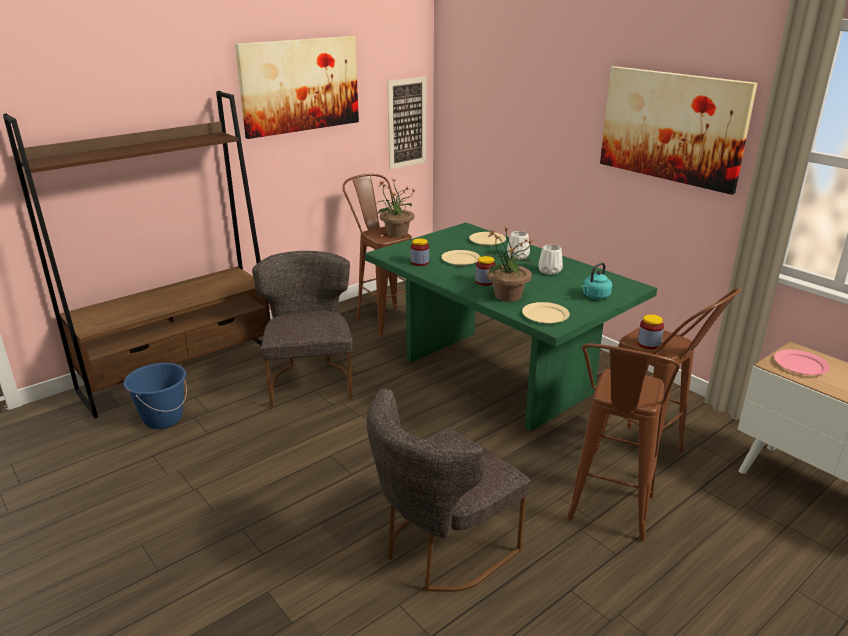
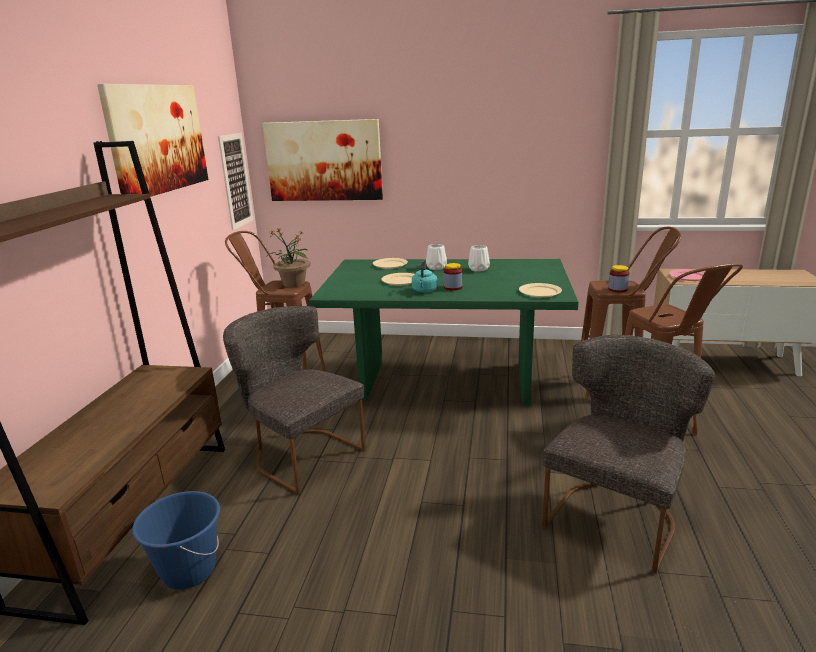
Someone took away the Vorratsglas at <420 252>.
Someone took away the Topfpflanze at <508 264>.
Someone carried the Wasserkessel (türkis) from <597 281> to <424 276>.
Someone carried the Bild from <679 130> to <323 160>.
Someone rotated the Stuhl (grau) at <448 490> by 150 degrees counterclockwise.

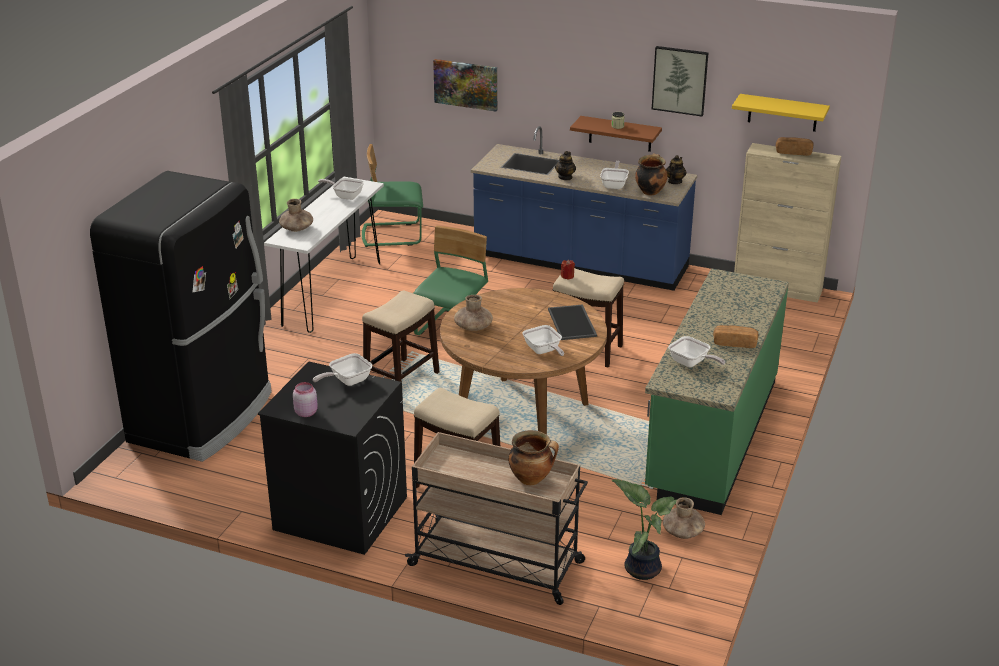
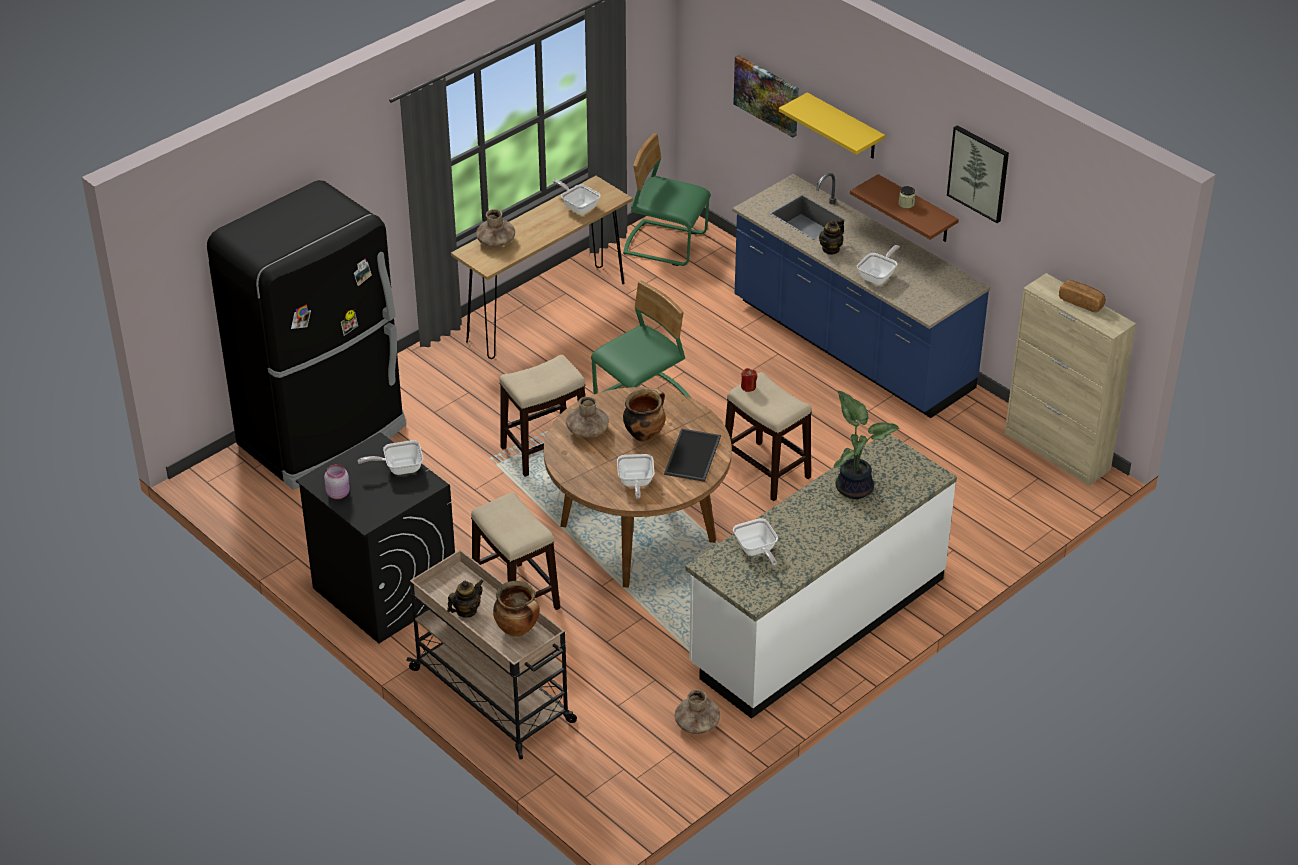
Someone took away the Brot at <735 336>.
Someone carried the Topfpflanze from <644 529> to <866 445>.
Someone carried the Kochtopf from <651 174> to <644 415>.
Someone carried the Teekanne from <676 169> to <465 599>.
Someone carried the Wandregal (gelb) from <781 113> to <832 126>.
Someone repainted the Konsolentisch (weiß) at <324 255>, which became the Konsolentisch (braun) at <542 267>.
Someone repainted the Küchenzeile (grün) at <717 391>, which became the Küchenzeile (weiß) at <821 576>.

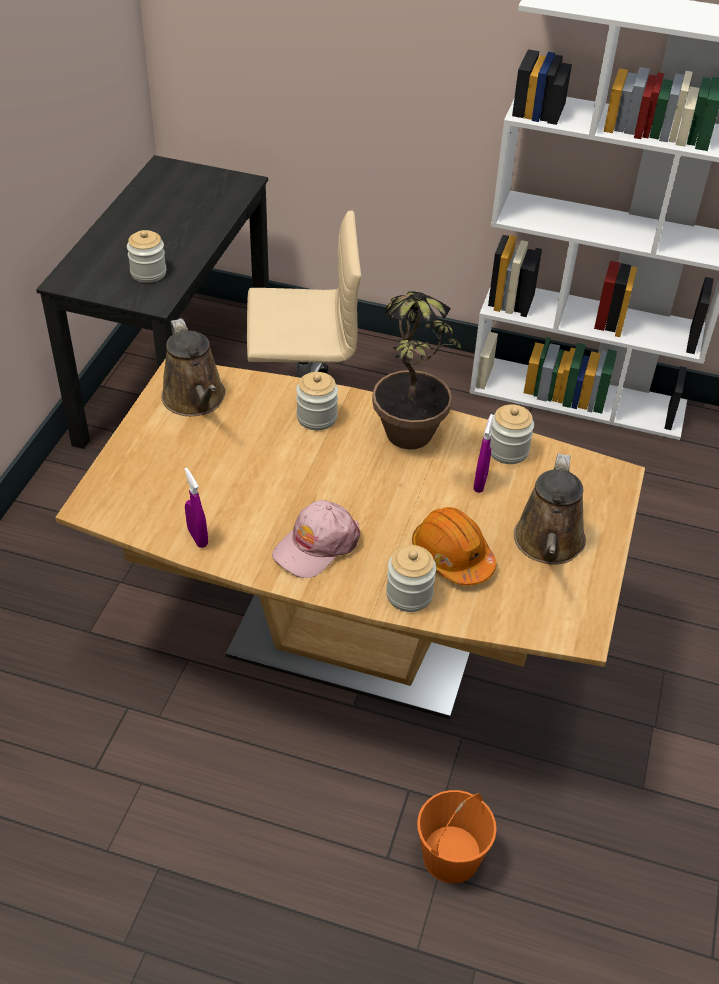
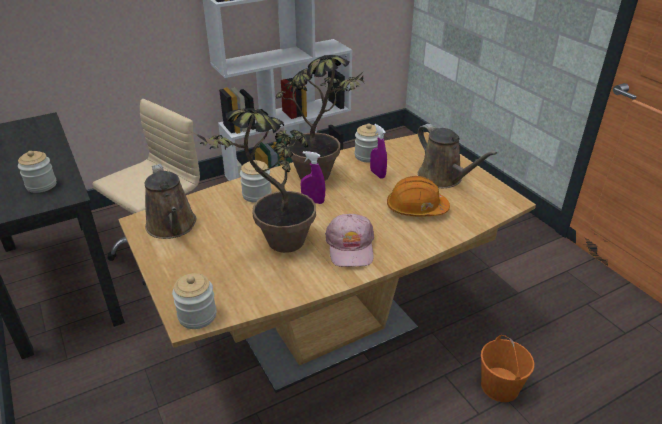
Someone put down the Topfpflanze at <253 180>.
Someone carried the Sprühflasche (lila) from <196 508> to <313 177>.
Someone carried the Vorratsglas from <411 578> to <194 301>.
Someone rotated the Gießkanne (braun) at <193 367> by 45 degrees clockwise.

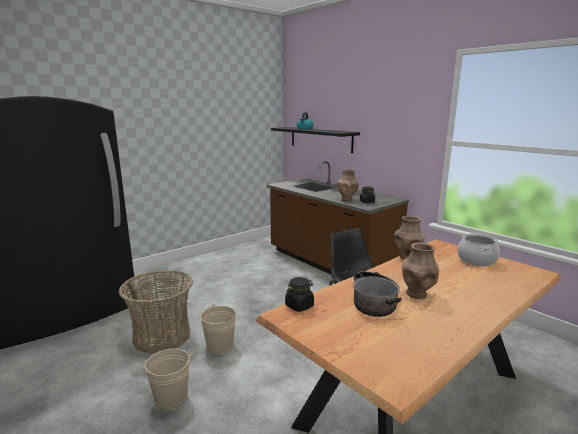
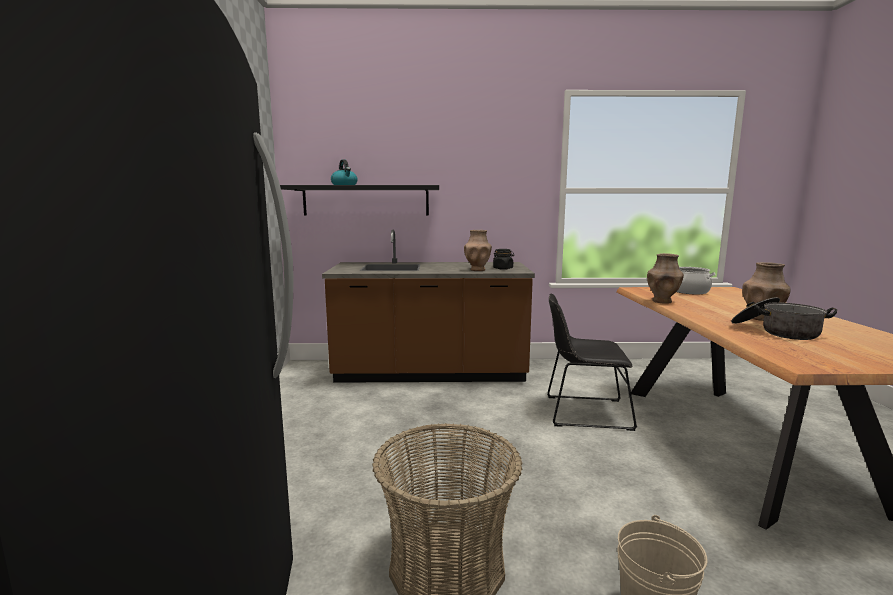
Someone took away the Eimer (beige) at <218 329>.
Someone took away the Vorratsglas (schwarz) at <299 294>.

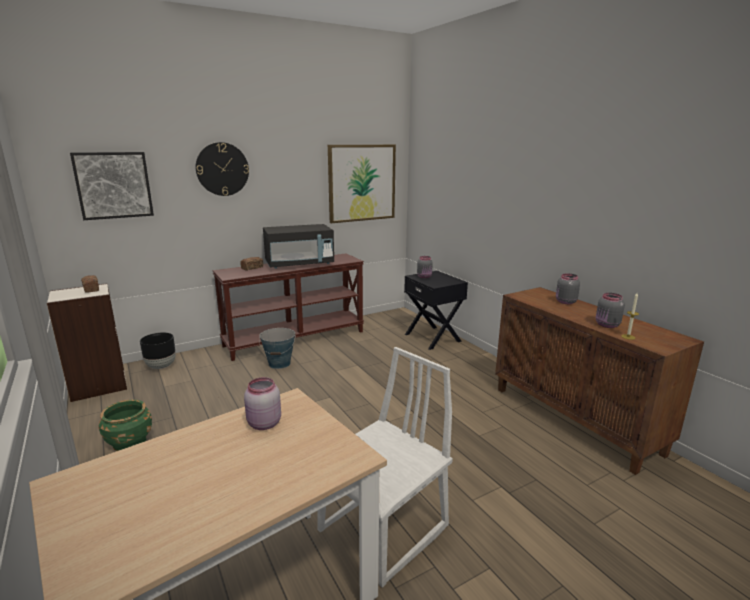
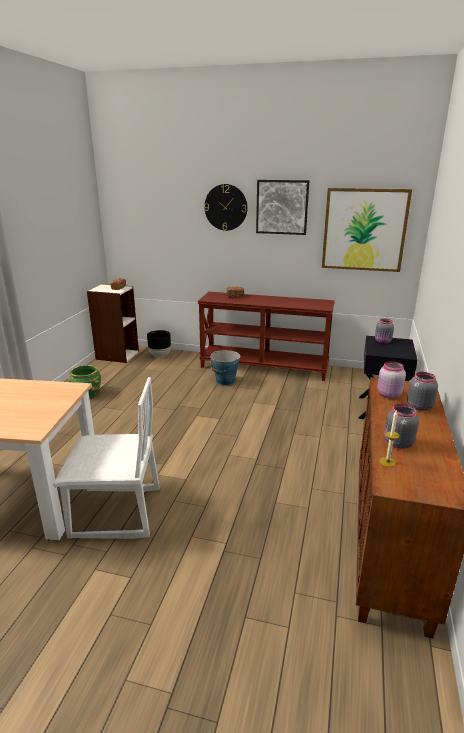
Someone took away the Mikrowelle (schwarz) at <298 246>.
Someone carried the Bild from <112 186> to <282 207>.
Someone carried the Vorratsglas (rosa) from <262 403> to <391 380>.

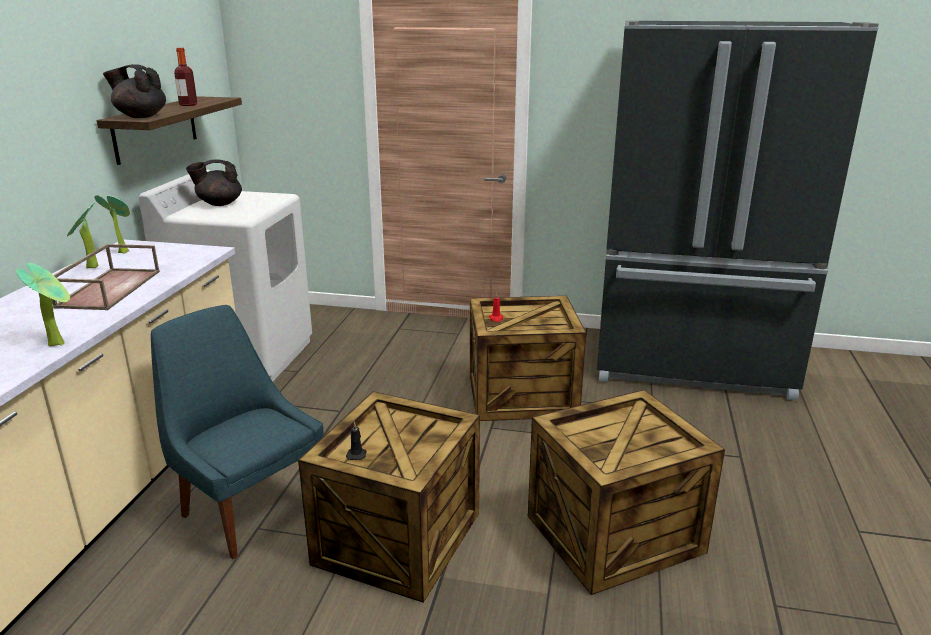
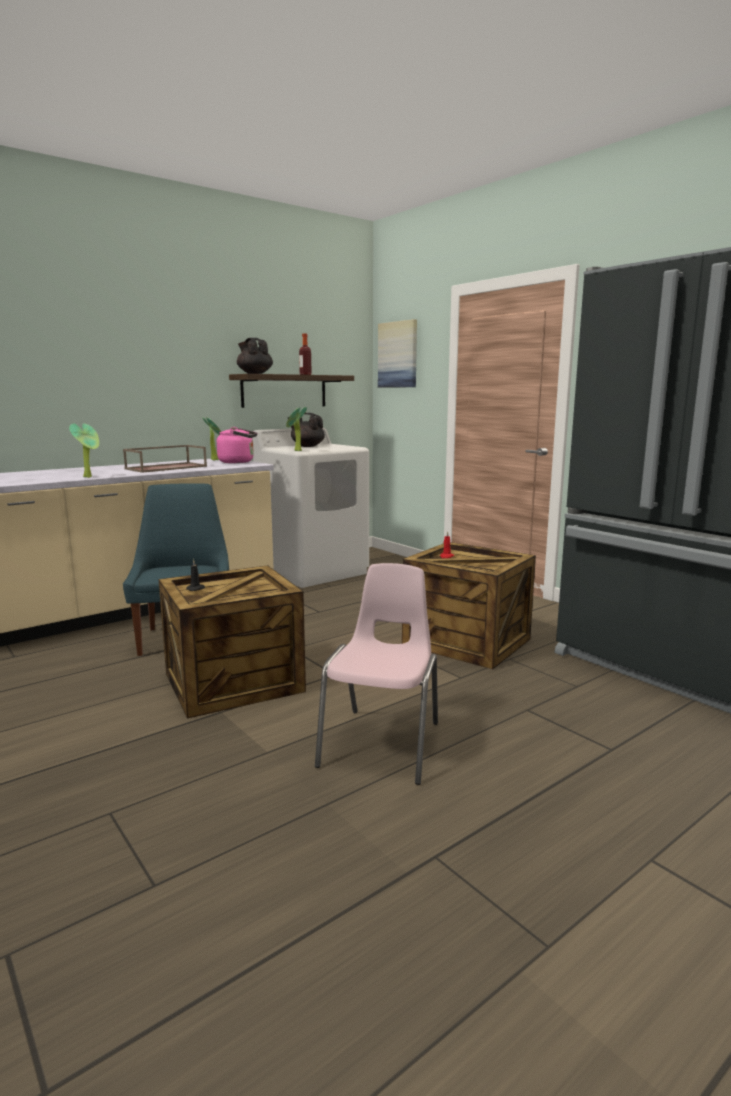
Someone put down the Wasserkessel (rosa) at <237 445>.
Someone put up the Bild at <397 353>.
Someone carried the Topfpflanze from <83 235> to <296 429>.
Someone swapped the Kiste at <626 492> for the Stuhl (rosa) at <376 674>.

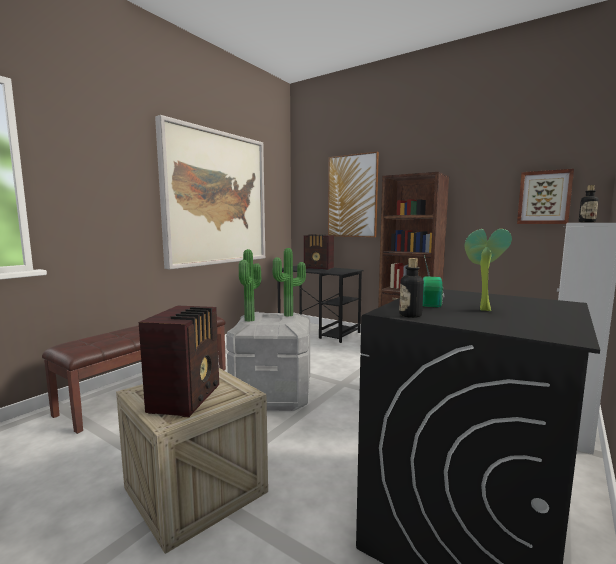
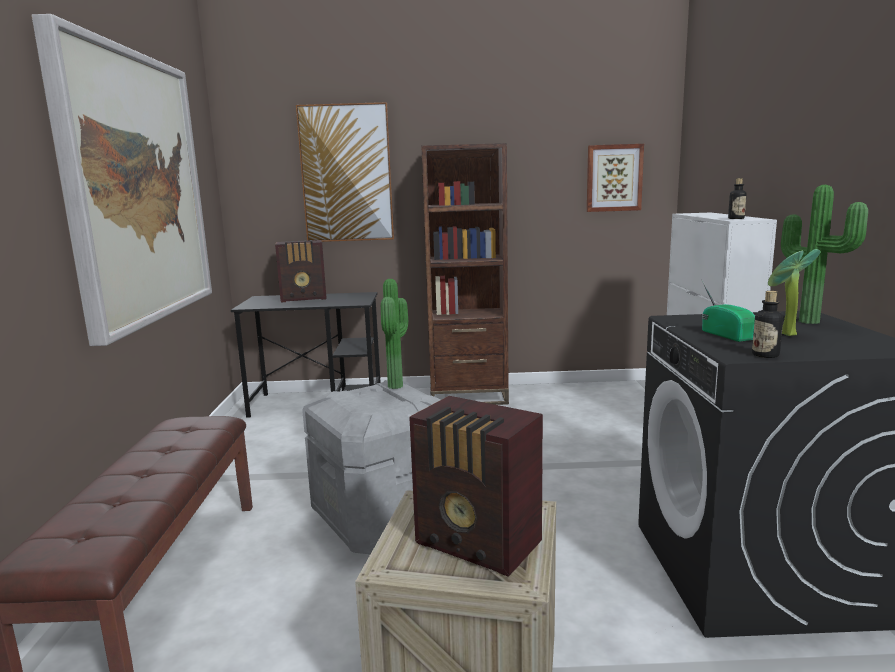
Someone carried the Topfpflanze from <250 285> to <824 254>.
Someone rotated the Radio at <179 361> by 150 degrees clockwise.

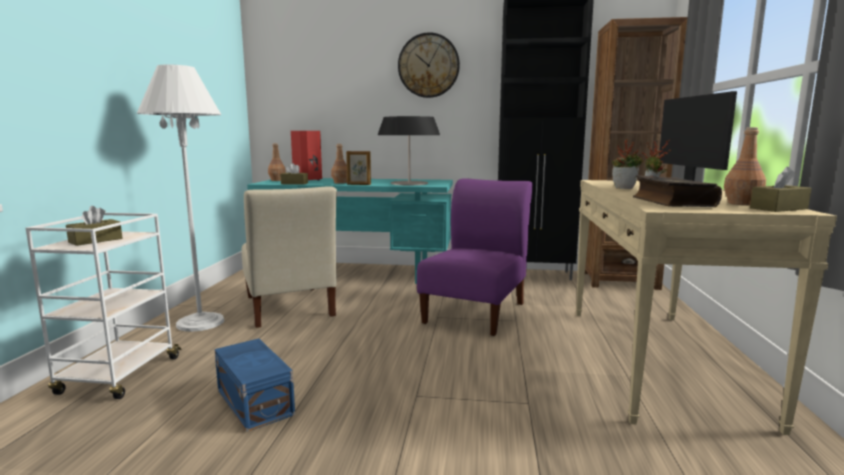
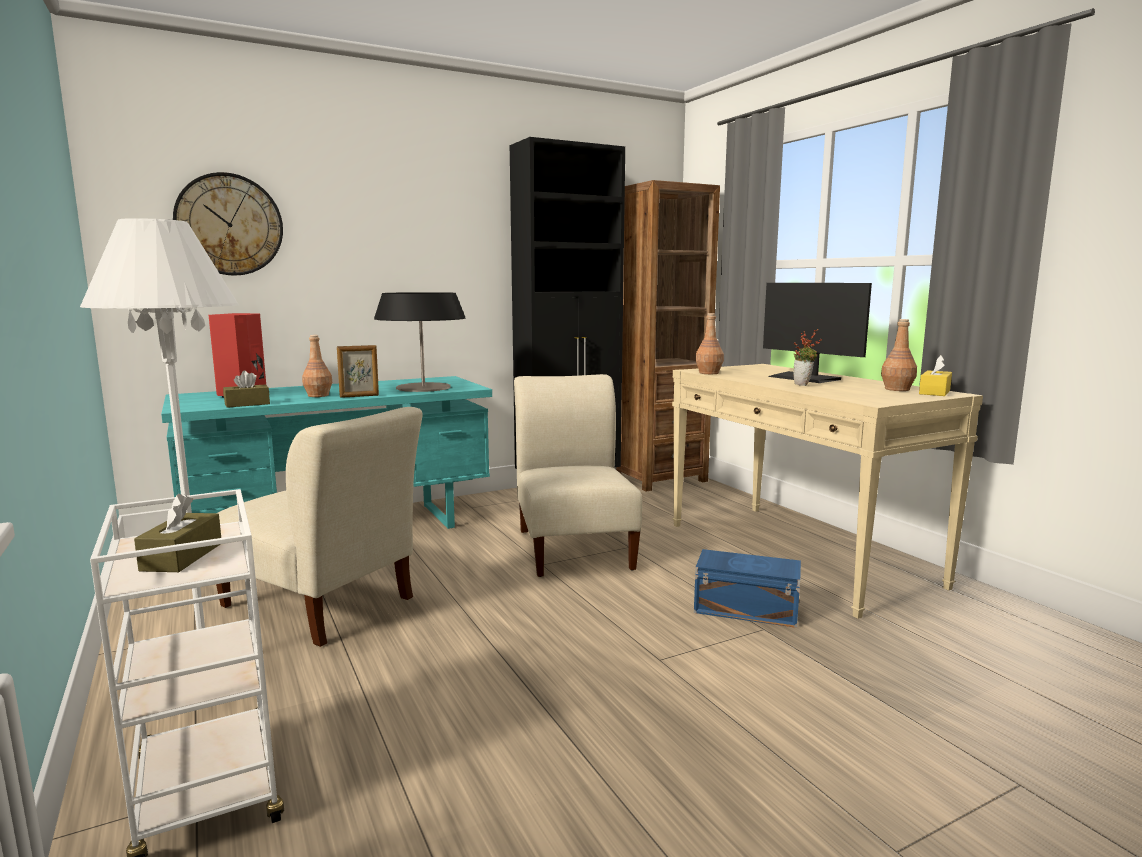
Someone took away the Topfpflanze at <628 164>.
Someone took away the Buch at <677 191>.
Someone carried the Aufbewahrungsbox (blau) from <254 385> to <747 588>.
Someone carried the Flasche (braun) from <277 162> to <709 343>.
Someone carried the Wanduhr from <429 65> to <228 224>.
Someone repainted the Stuhl (lila) at <475 257>, which became the Stuhl (beige) at <578 475>.
Someone repainted the Taschentuchbox (braun) at <781 189>, which became the Taschentuchbox (gelb) at <935 375>.

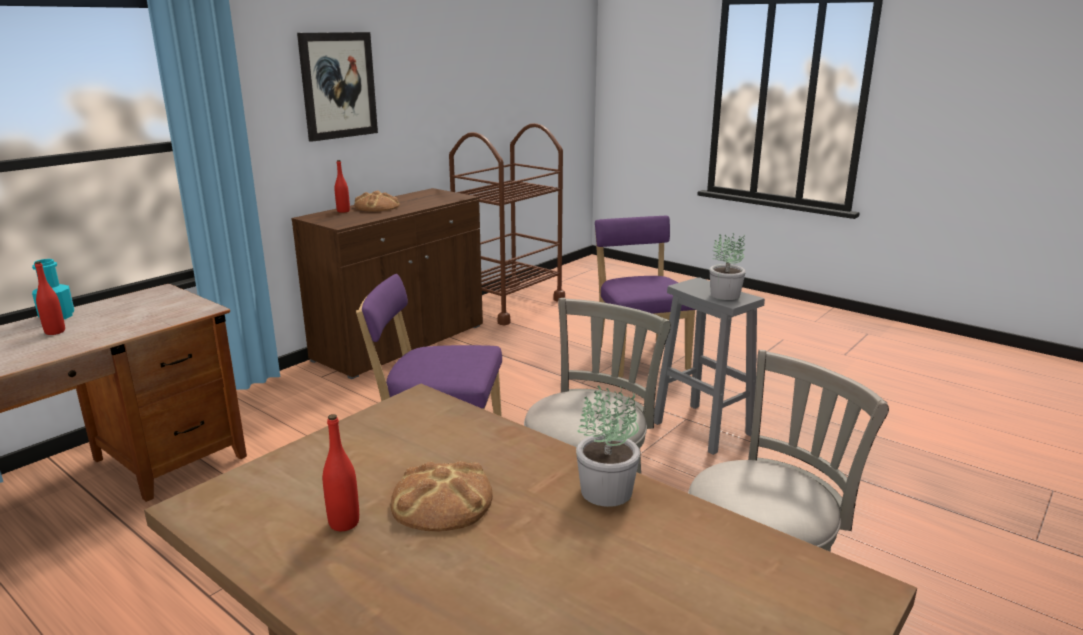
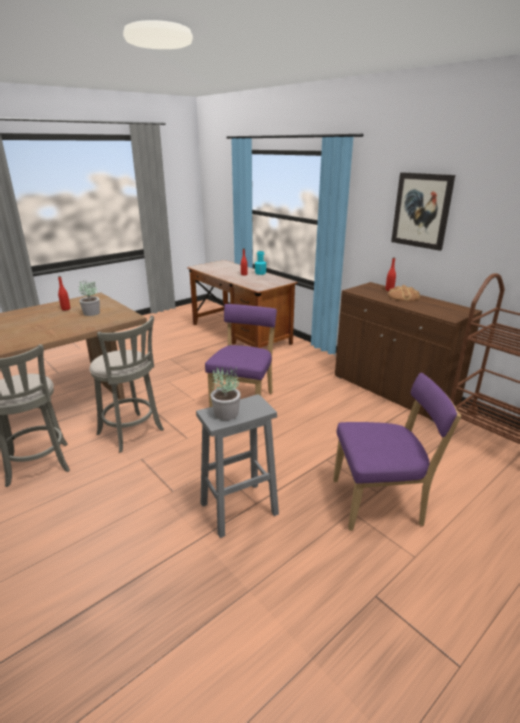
Someone took away the Brot at <442 496>.
Someone carried the Topfpflanze from <608 446> to <89 298>.

